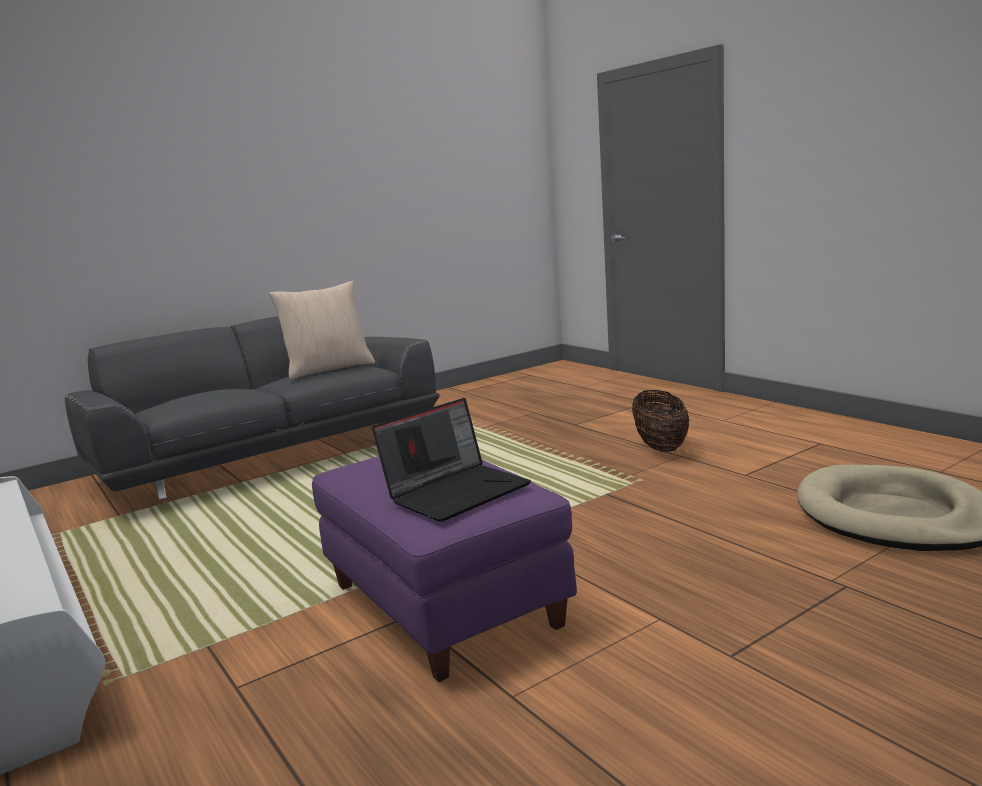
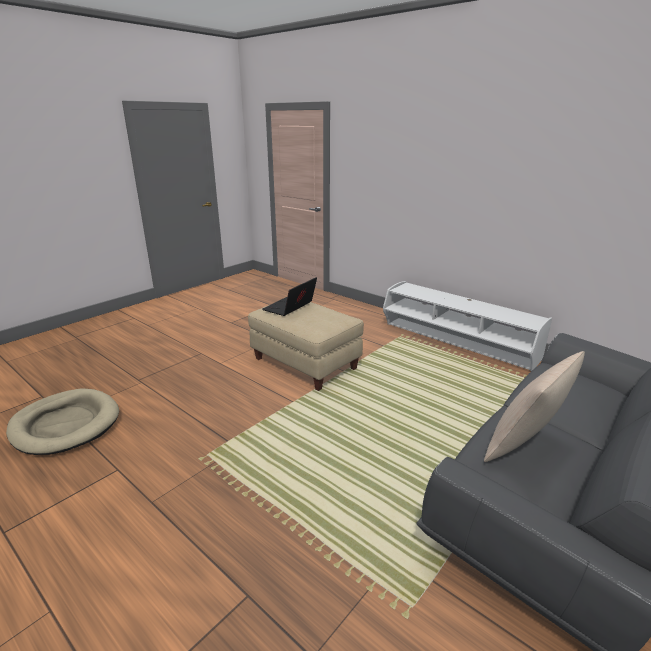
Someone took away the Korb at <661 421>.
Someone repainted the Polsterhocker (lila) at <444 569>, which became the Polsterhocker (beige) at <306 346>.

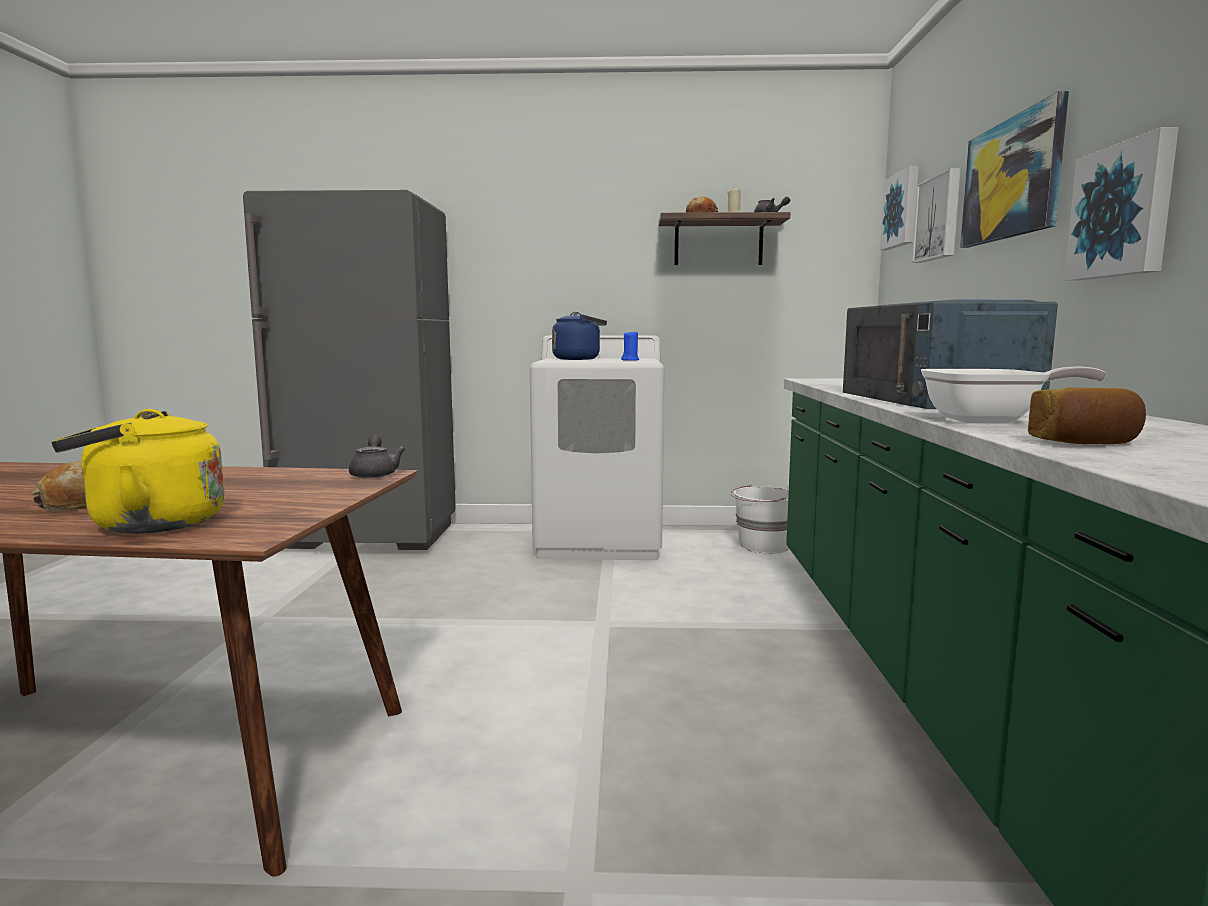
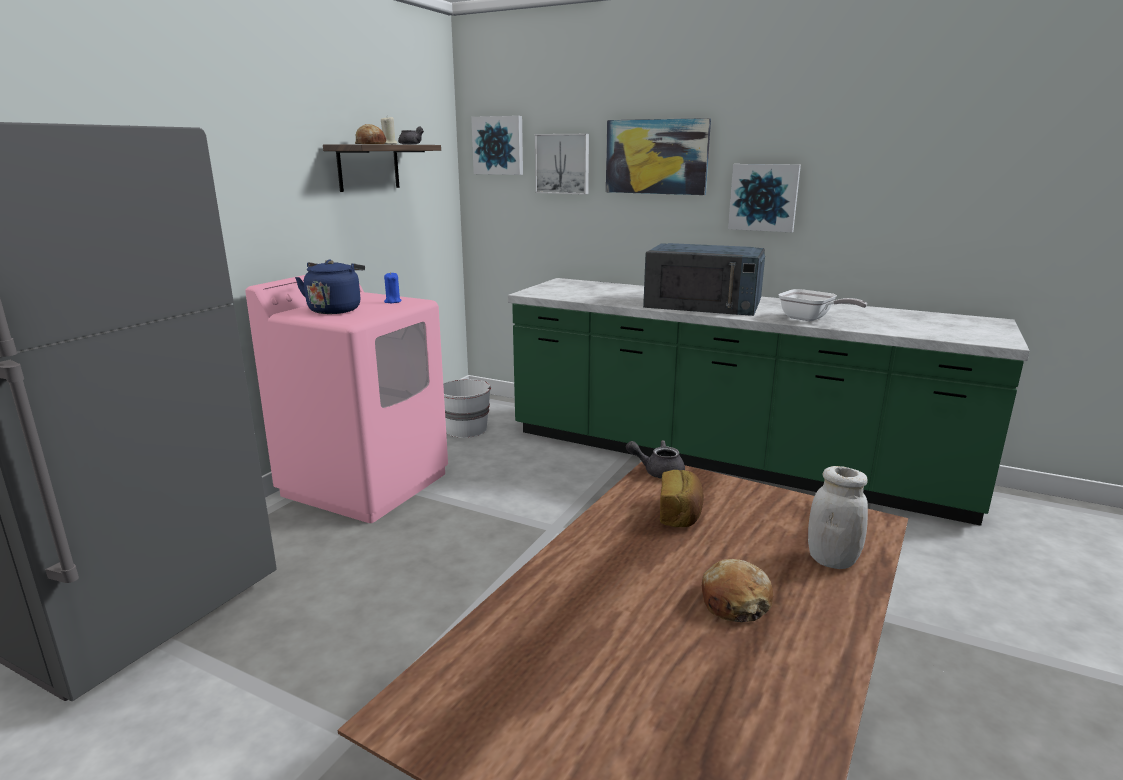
Someone carried the Brot from <1087 415> to <682 498>.
Someone swapped the Wasserkessel (gelb) at <138 471> for the Vorratsglas (weiß) at <838 517>.
Someone repainted the Waschmaschine (weiß) at <597 448>, which became the Waschmaschine (rosa) at <346 399>.
Someone rotated the Pfanne at <1014 395> by 105 degrees clockwise.

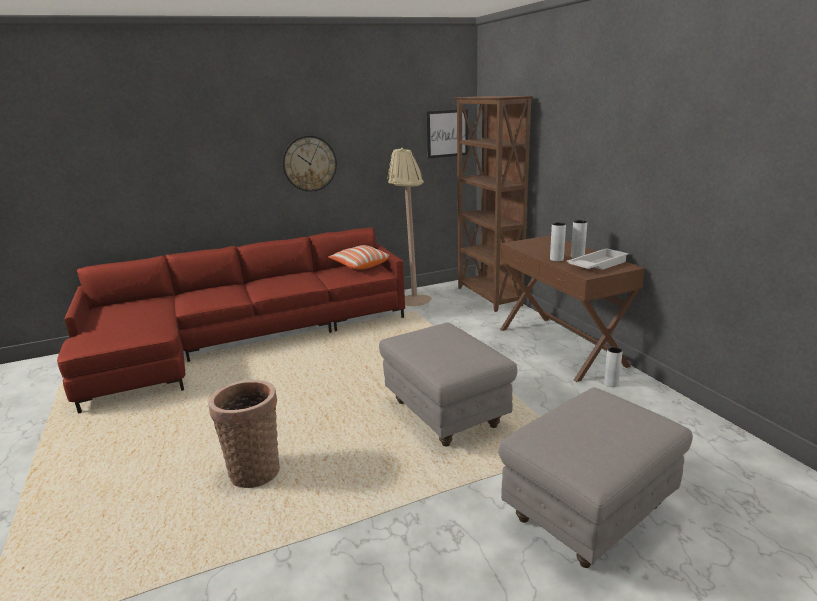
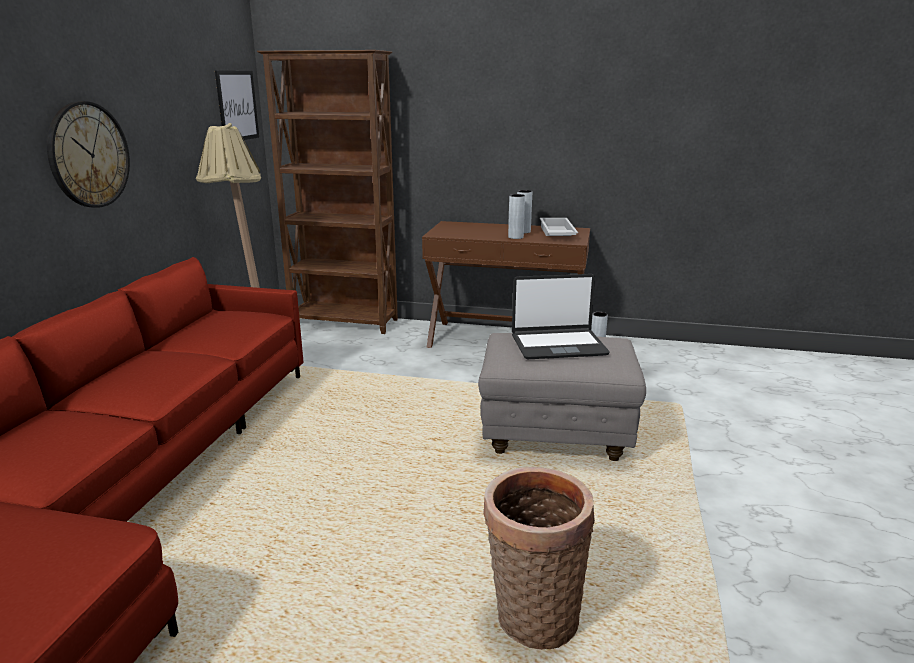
Someone took away the Kissen at <358 257>.
Someone took away the Polsterhocker (grau) at <596 477>.
Someone put down the Laptop at <560 316>.

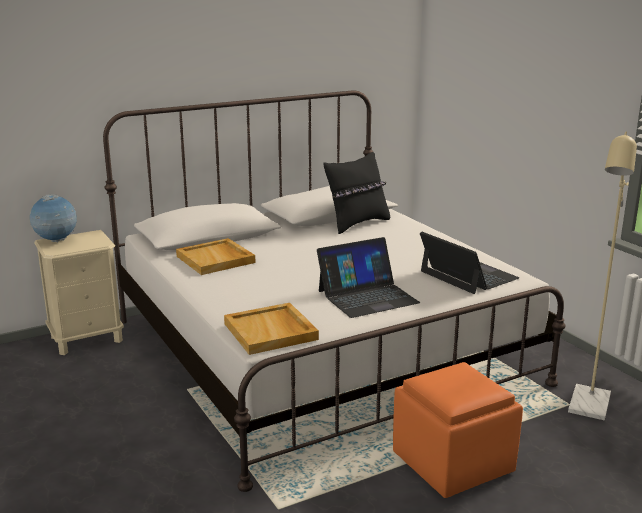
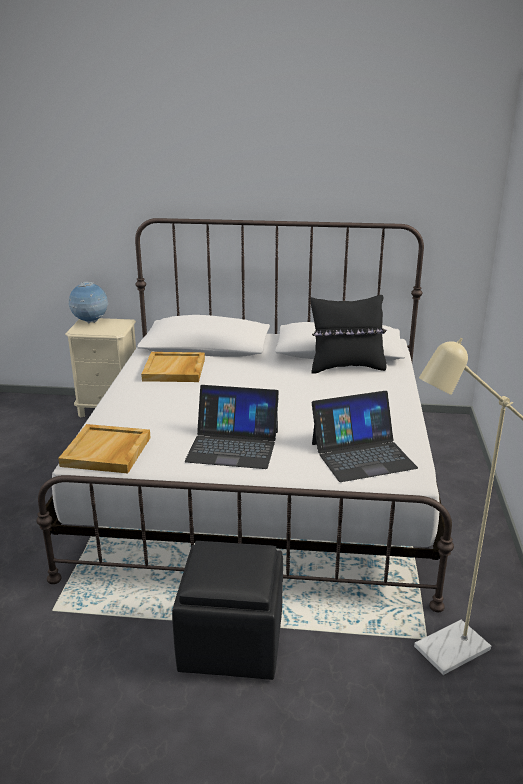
Someone repainted the Polsterhocker (orange) at <458 430>, which became the Polsterhocker (schwarz) at <227 610>.
Someone rotated the Laptop at <469 263> by 75 degrees clockwise.

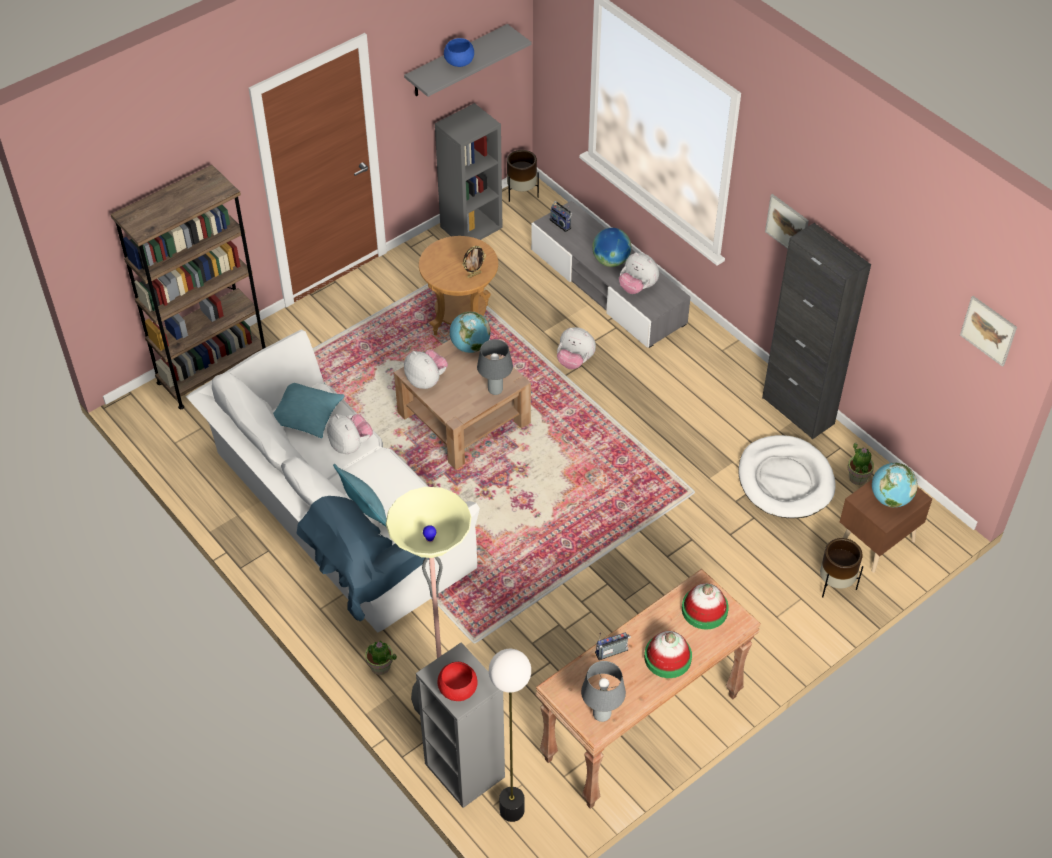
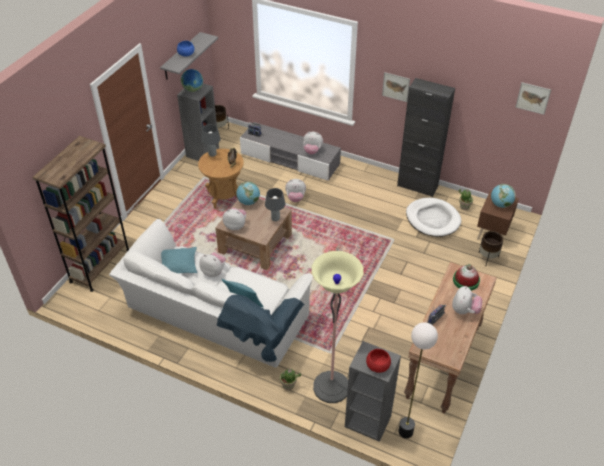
Someone carried the Tischlampe (grau) from <603 691> to <211 140>.
Someone carried the Globus from <611 247> to <192 80>.
Someone swapped the Hut at <668 654> for the Plüschtier at <467 300>.

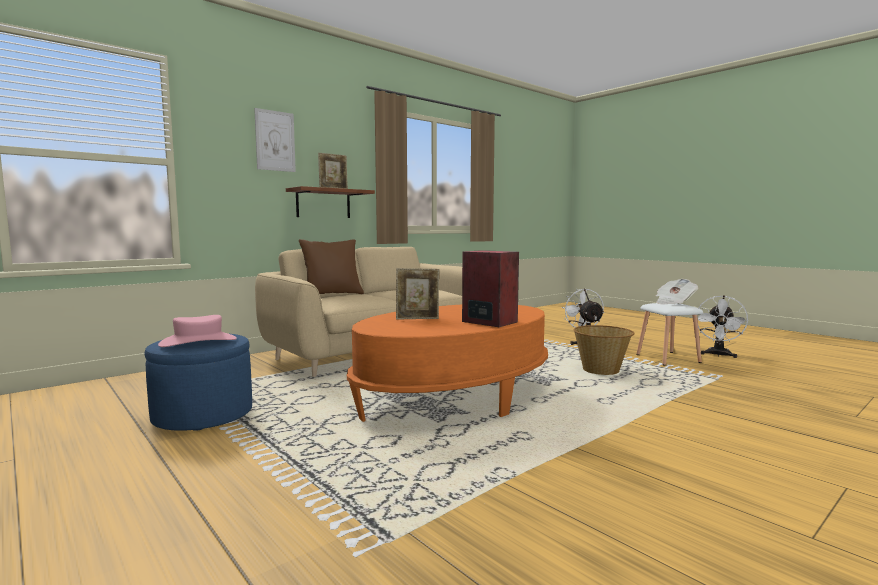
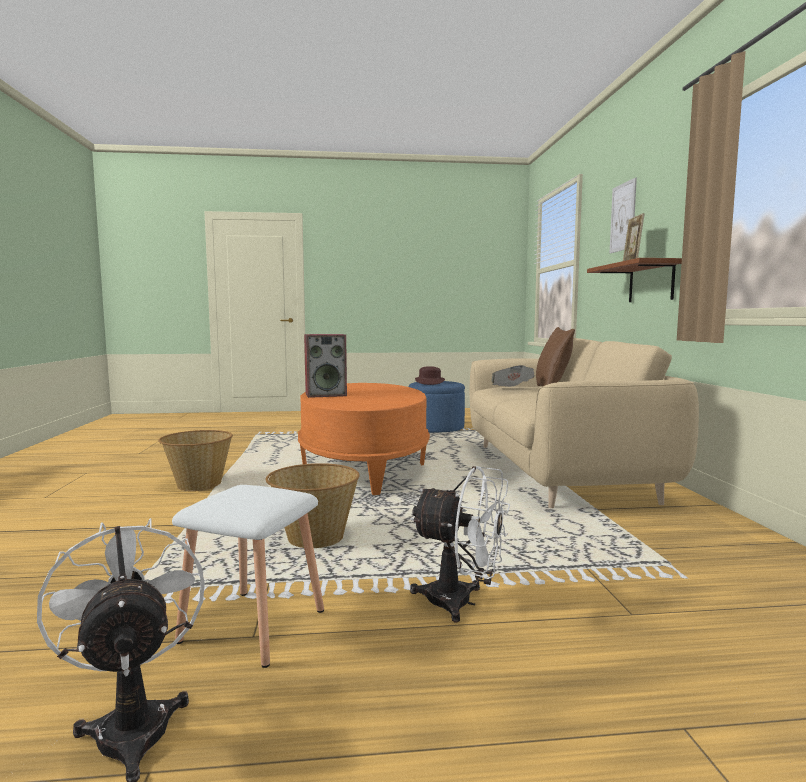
Someone took away the Bilderrahmen at <417 294>.
Someone put down the Korb at <195 460>.
Someone carried the Zeitung from <677 292> to <513 376>.
Someone repainted the Hut (rosa) at <197 331>, which became the Hut (braun) at <430 375>.

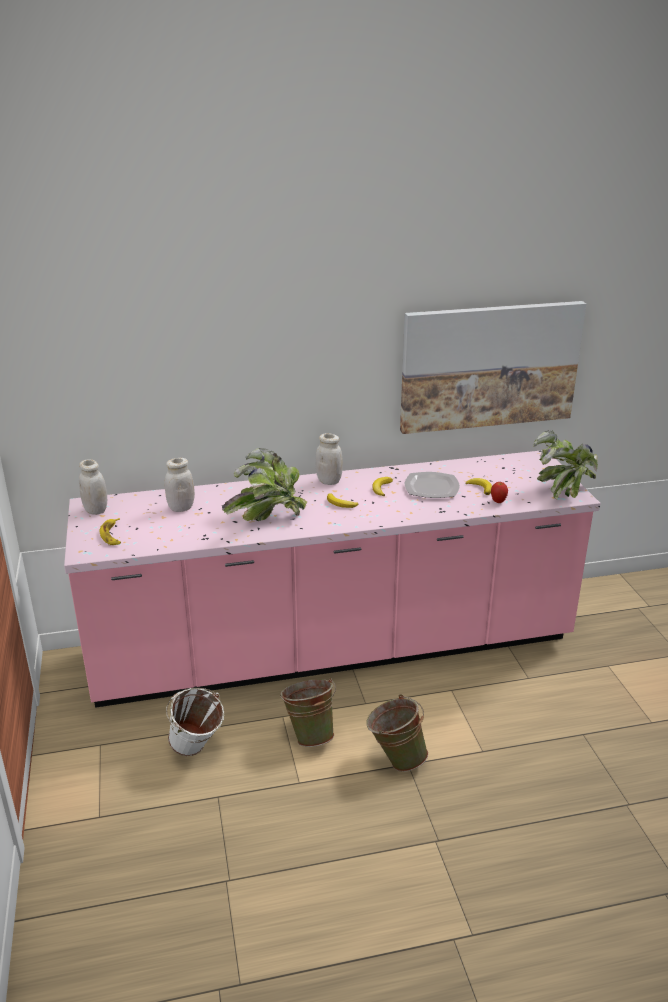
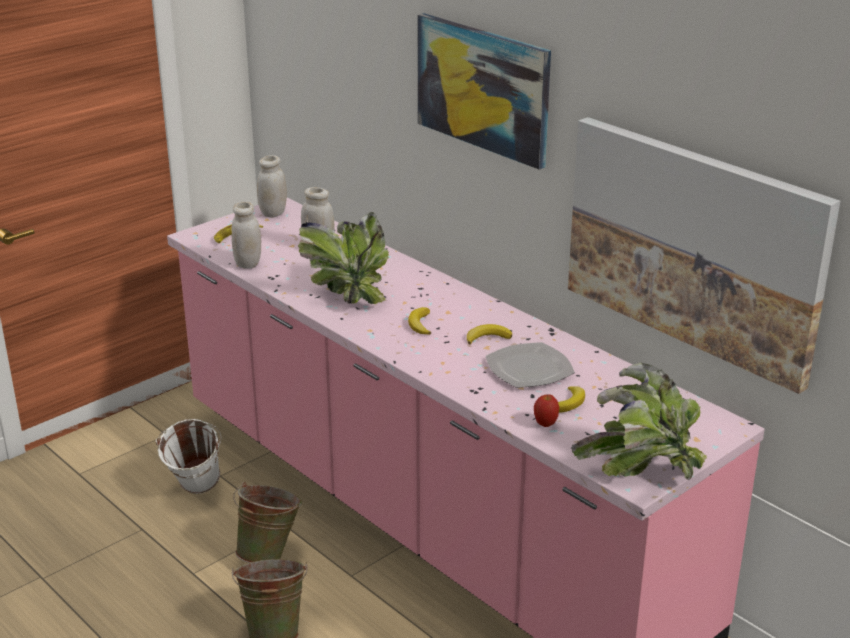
Someone put up the Bild at <484 91>.
Someone carried the Vorratsglas (weiß) from <329 459> to <246 235>.

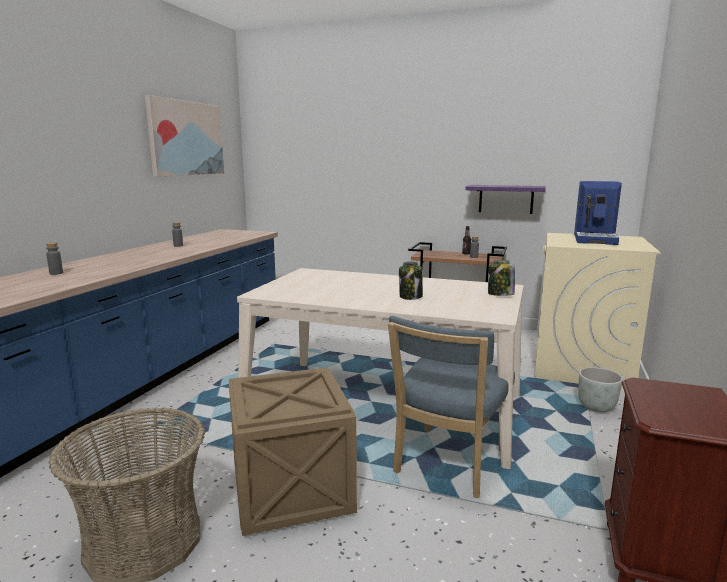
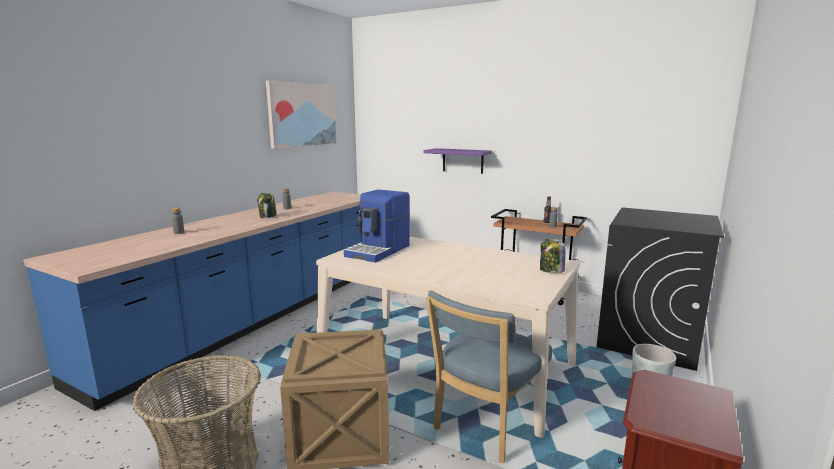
Someone carried the Vorratsglas from <411 280> to <267 205>.
Someone carried the Wandregal (lila) from <505 199> to <458 161>.
Someone carried the Kaffeemaschine from <598 213> to <377 226>.
Someone repainted the Waschmaschine (beige) at <598 311>, which became the Waschmaschine (schwarz) at <660 289>.

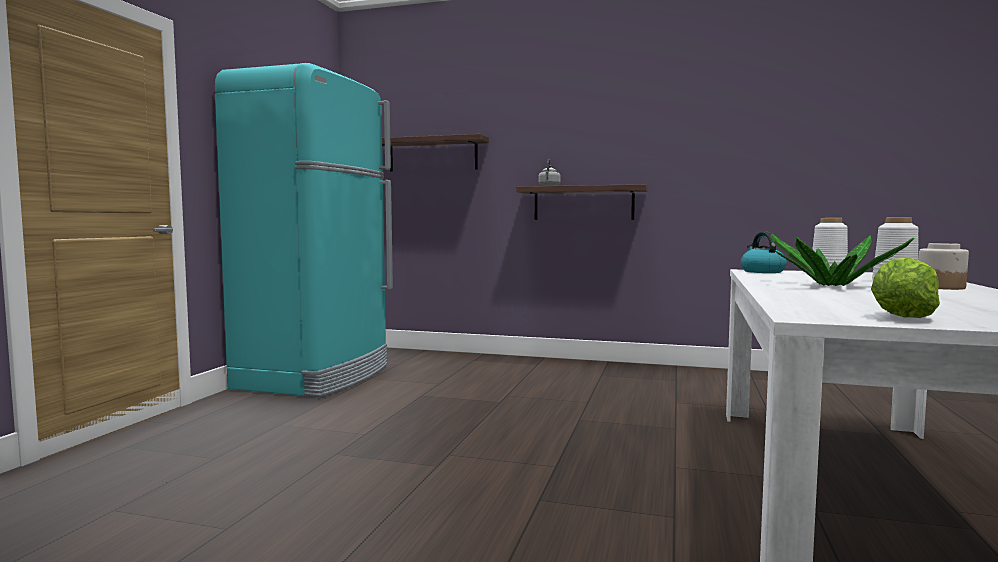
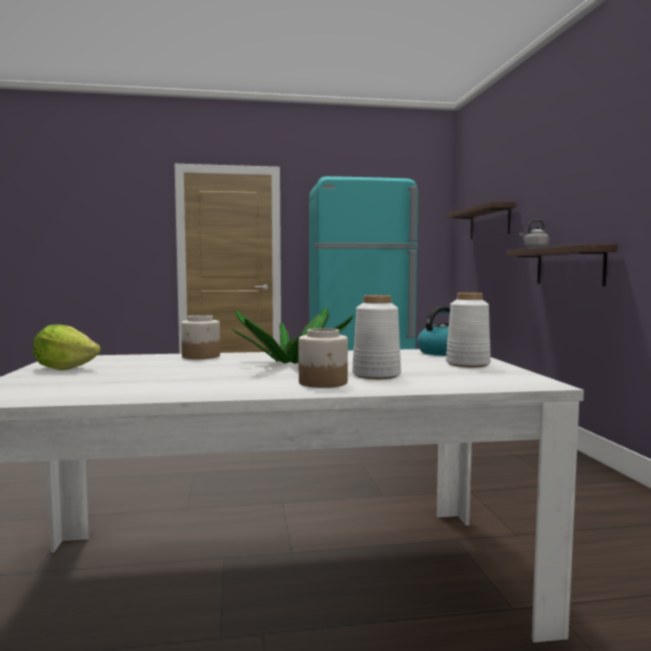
Someone put down the Vorratsglas at <200 337>.

